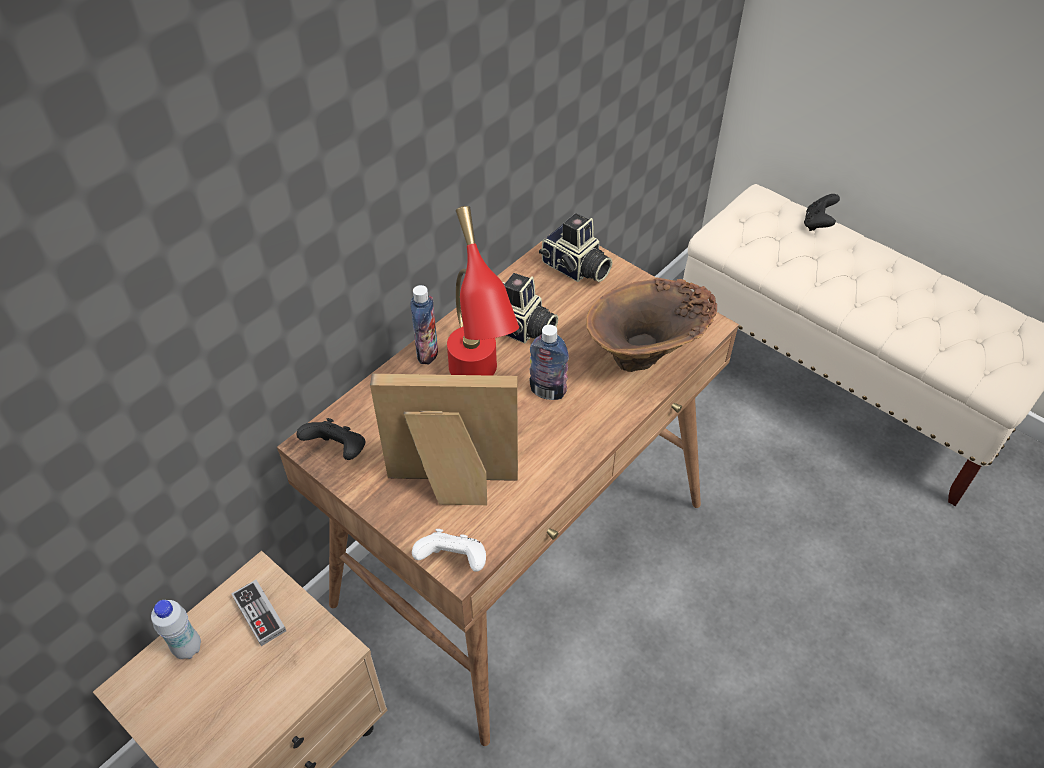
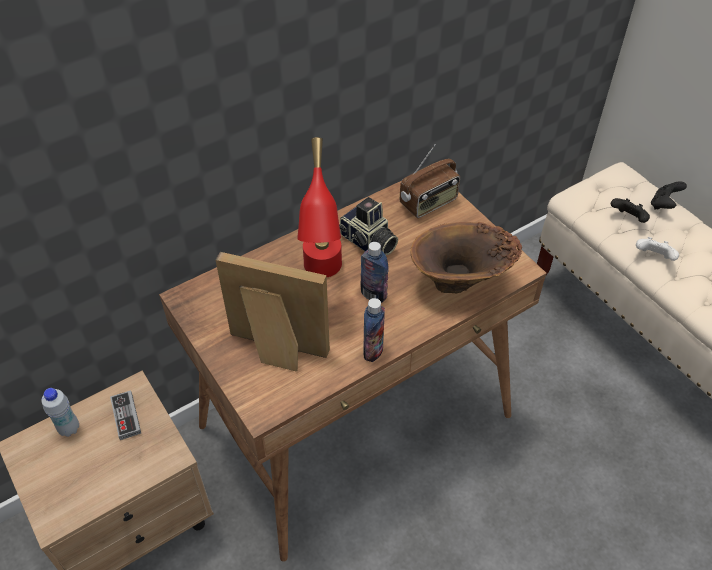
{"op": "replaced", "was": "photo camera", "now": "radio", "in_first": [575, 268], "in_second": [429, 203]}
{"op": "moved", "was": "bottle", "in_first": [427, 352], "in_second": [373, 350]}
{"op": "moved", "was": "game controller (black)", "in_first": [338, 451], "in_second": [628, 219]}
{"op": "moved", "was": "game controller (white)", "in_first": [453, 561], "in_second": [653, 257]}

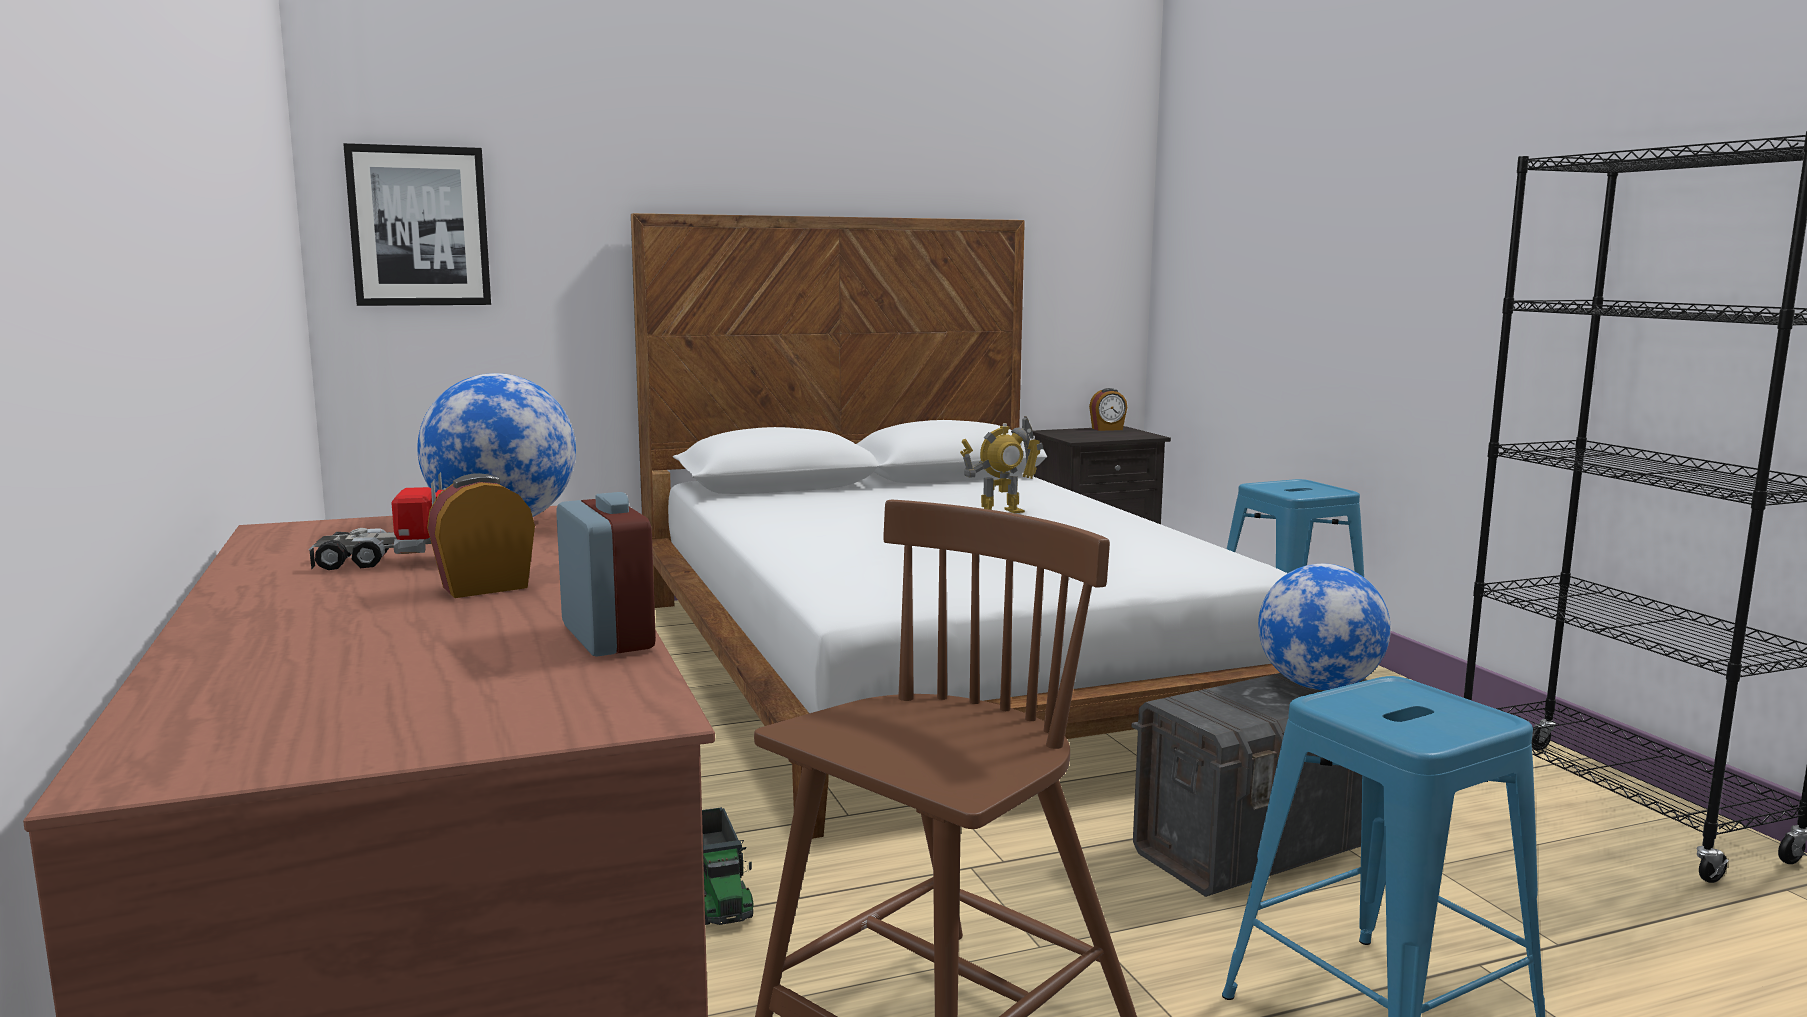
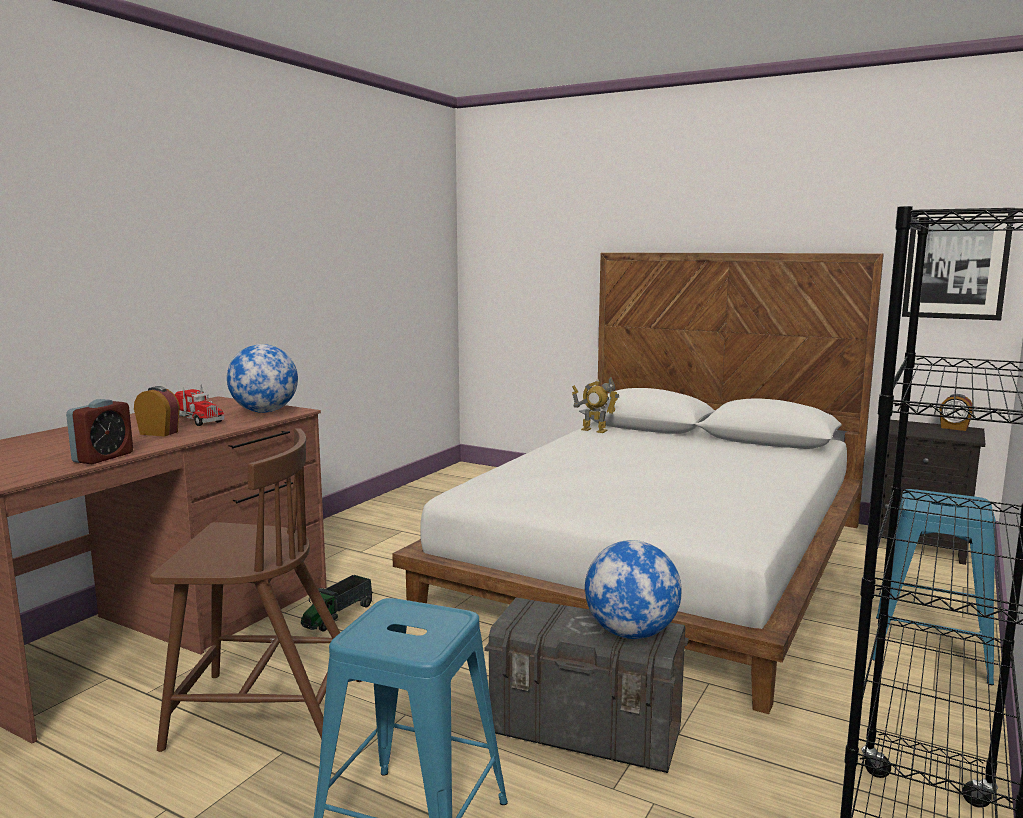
{"op": "moved", "was": "picture", "in_first": [419, 226], "in_second": [956, 264]}
{"op": "moved", "was": "toy robot", "in_first": [1001, 511], "in_second": [594, 430]}

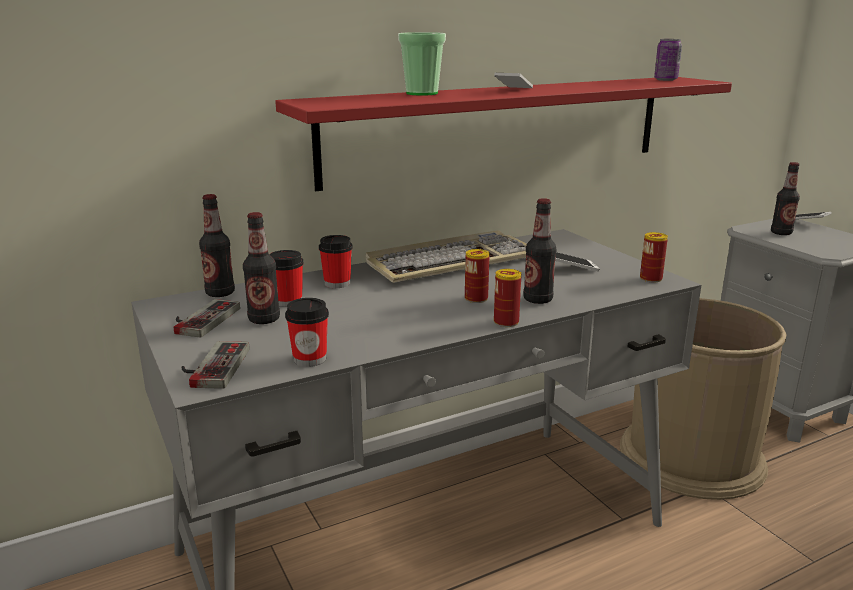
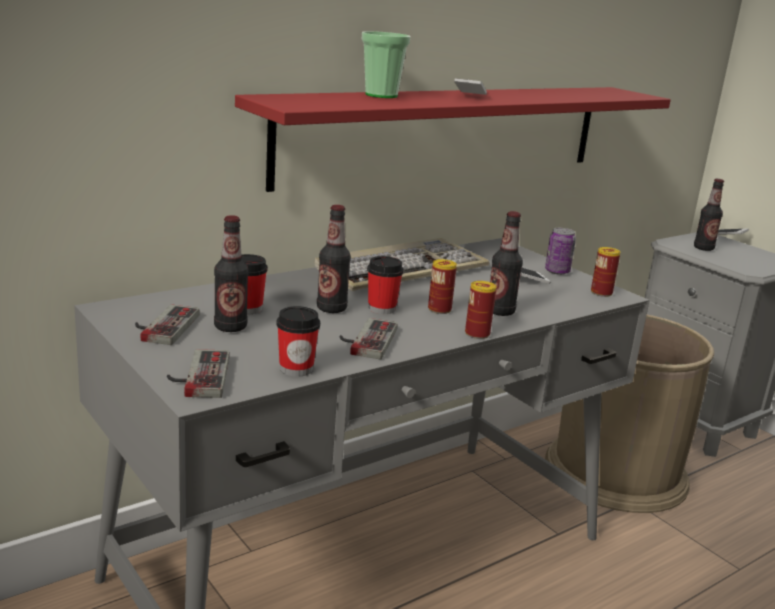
{"op": "moved", "was": "can", "in_first": [665, 80], "in_second": [557, 271]}
{"op": "moved", "was": "bottle", "in_first": [220, 293], "in_second": [331, 309]}
{"op": "moved", "was": "cup", "in_first": [337, 283], "in_second": [382, 308]}
{"op": "added", "now": "game controller", "in_second": [365, 339]}

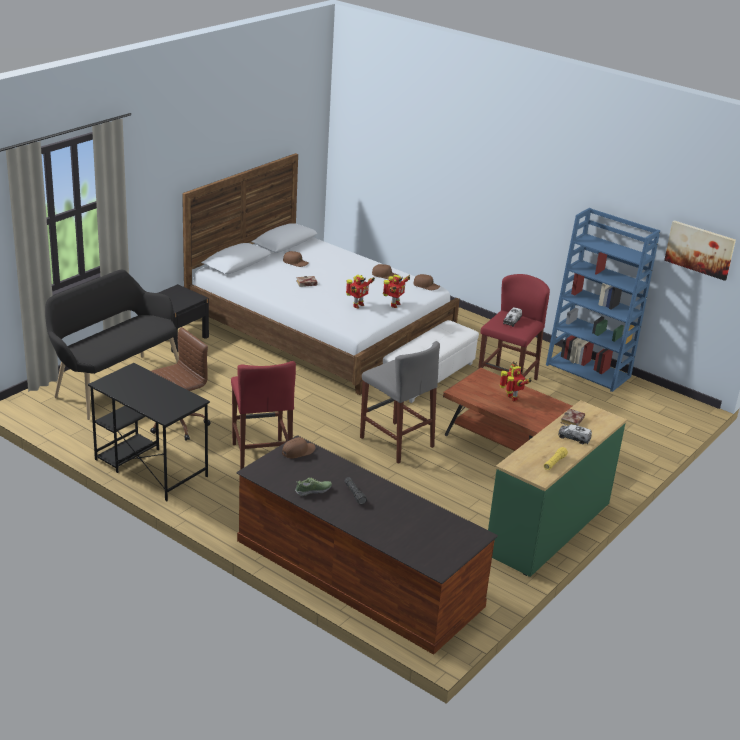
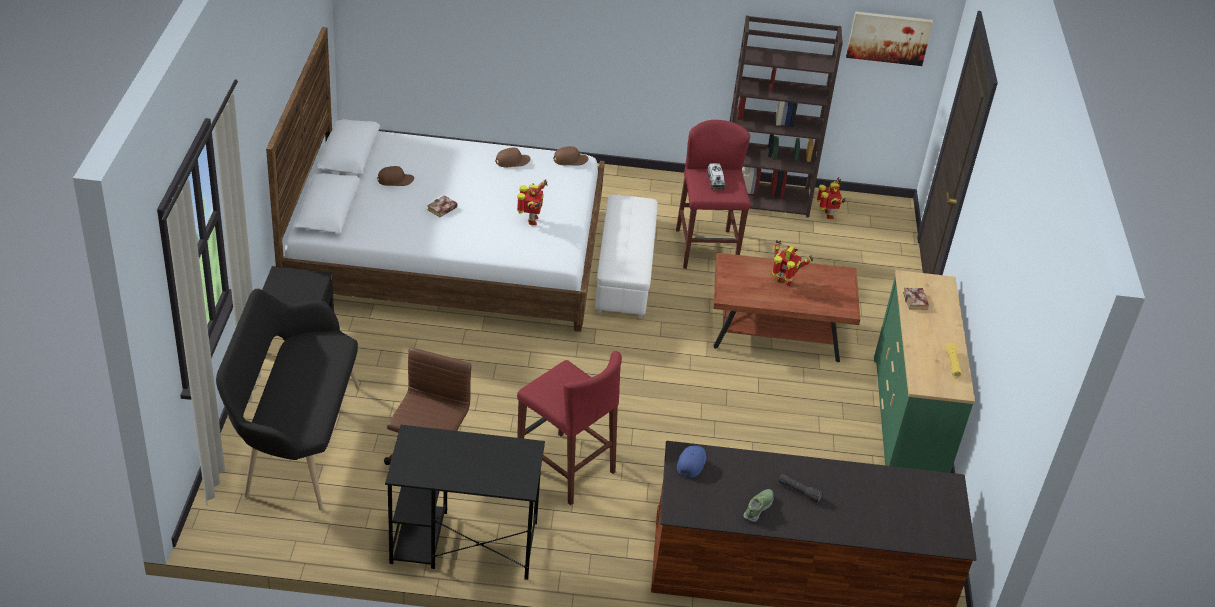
{"op": "recoloured", "was": "bookcase (blue)", "now": "bookcase (brown)", "in_first": [589, 371], "in_second": [765, 198]}
{"op": "moved", "was": "toy robot", "in_first": [394, 305], "in_second": [827, 215]}
{"op": "removed", "was": "stool (grey)", "in_first": [396, 442]}
{"op": "removed", "was": "toy truck", "in_first": [574, 438]}
{"op": "recoloured", "was": "cap (brown)", "now": "cap (blue)", "in_first": [298, 451], "in_second": [691, 463]}

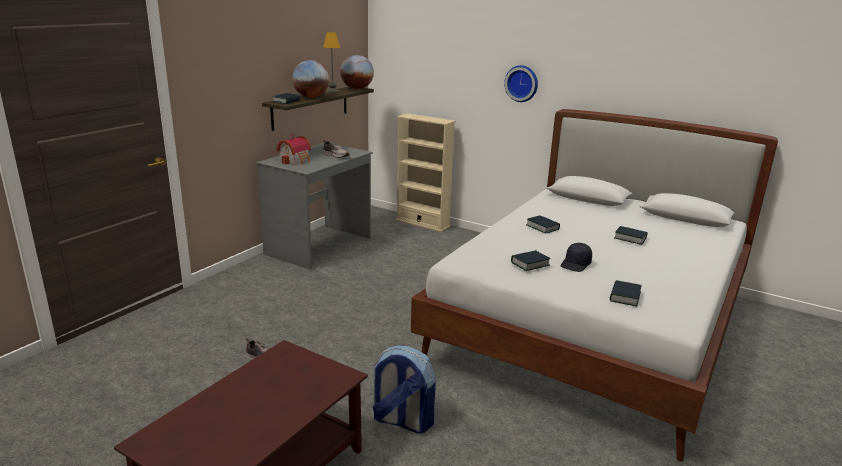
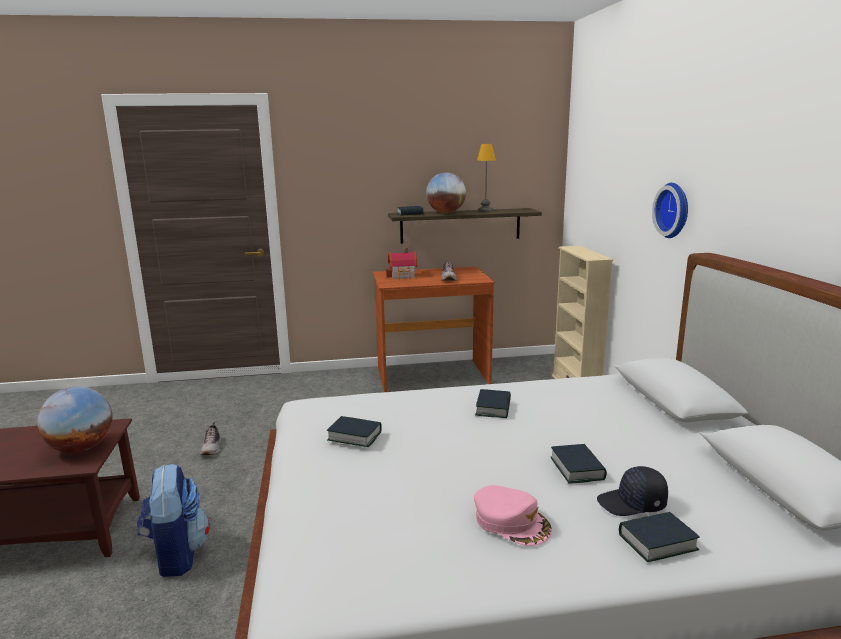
{"op": "moved", "was": "globe", "in_first": [357, 89], "in_second": [81, 448]}
{"op": "recoloured", "was": "desk (grey)", "now": "desk (brown)", "in_first": [319, 246], "in_second": [432, 376]}
{"op": "moved", "was": "cap (black)", "in_first": [576, 264], "in_second": [632, 504]}
{"op": "moved", "was": "book", "in_first": [624, 297], "in_second": [657, 542]}
{"op": "added", "now": "cap (pink)", "in_second": [511, 521]}

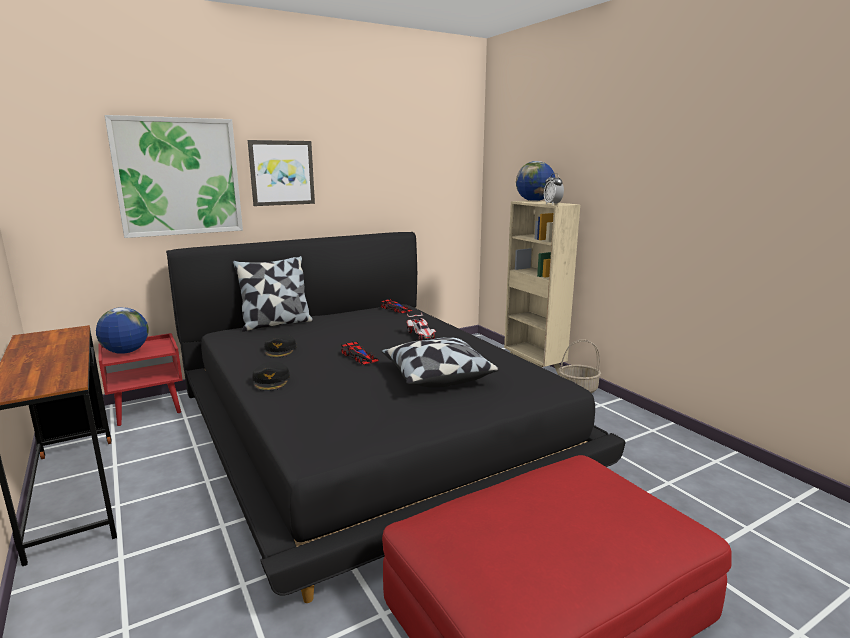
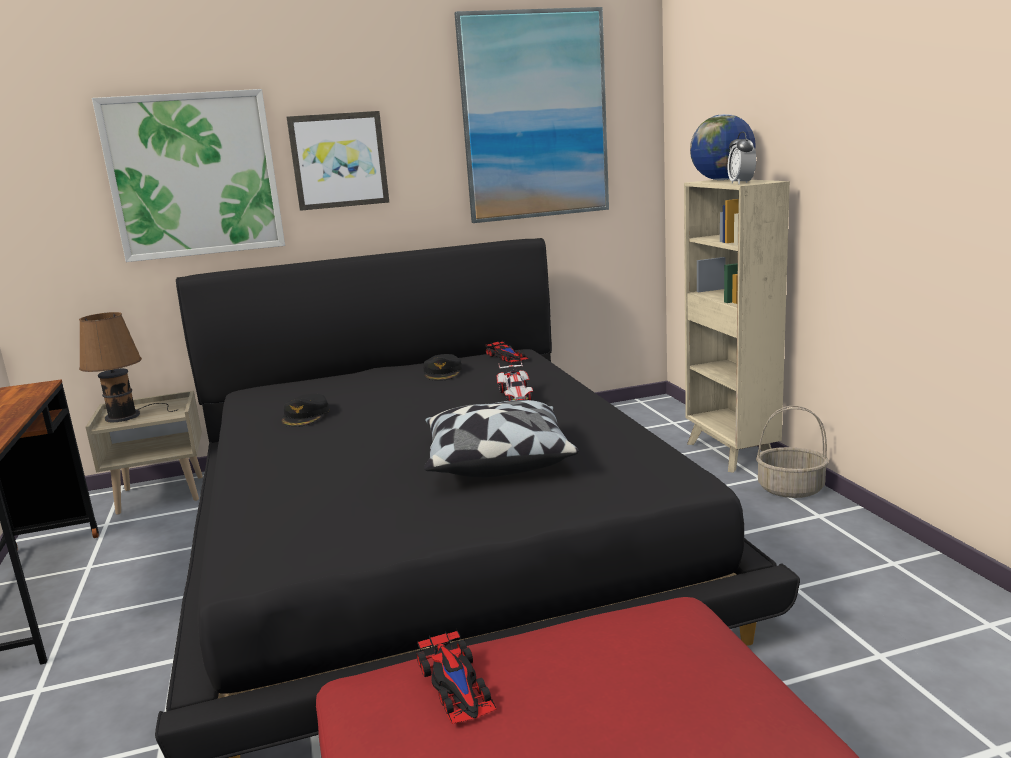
{"op": "removed", "was": "pillow", "in_first": [276, 324]}
{"op": "replaced", "was": "globe", "now": "table lamp (brown)", "in_first": [126, 352], "in_second": [127, 416]}
{"op": "recoloured", "was": "nightstand (red)", "now": "nightstand (beige)", "in_first": [148, 409], "in_second": [162, 494]}
{"op": "moved", "was": "toy car", "in_first": [359, 357], "in_second": [456, 684]}
{"op": "moved", "was": "cap (black)", "in_first": [271, 381], "in_second": [443, 373]}
{"op": "added", "now": "picture", "in_second": [534, 116]}

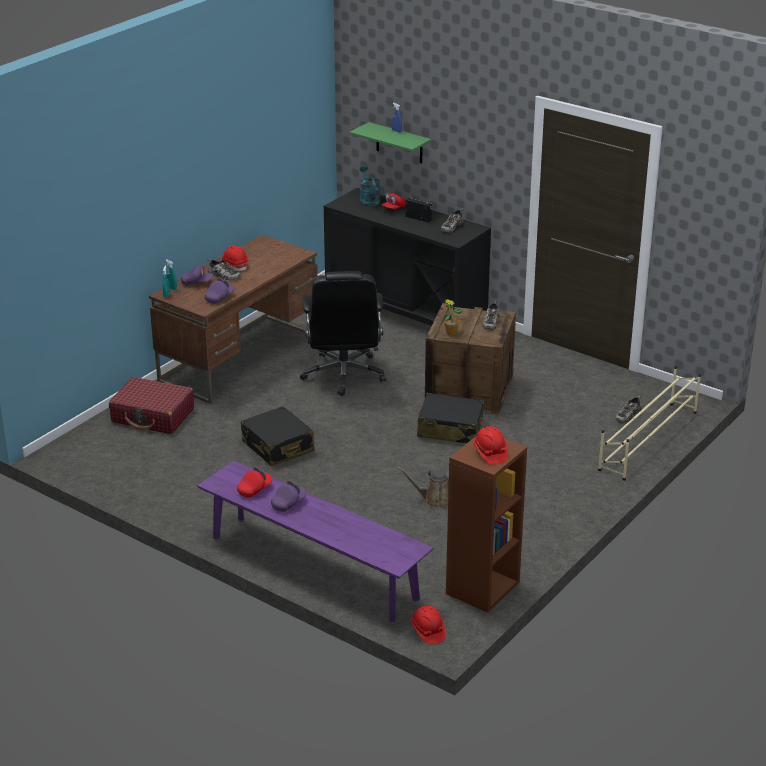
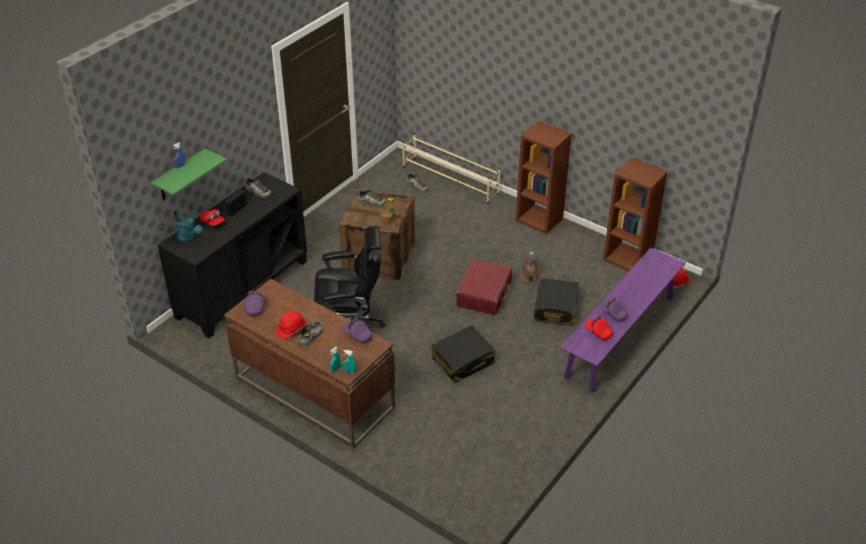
{"op": "turned", "was": "watering can (turquoise)", "in_first": [368, 200], "in_second": [189, 237], "clockwise": -120}
{"op": "moved", "was": "cap (purple)", "in_first": [197, 282], "in_second": [255, 307]}
{"op": "moved", "was": "suitcase (red)", "in_first": [153, 416], "in_second": [484, 294]}
{"op": "moved", "was": "suitcase (black)", "in_first": [450, 429], "in_second": [556, 309]}
{"op": "removed", "was": "hard hat (red)", "in_first": [490, 453]}
{"op": "added", "now": "bookcase (brown)", "in_second": [539, 219]}

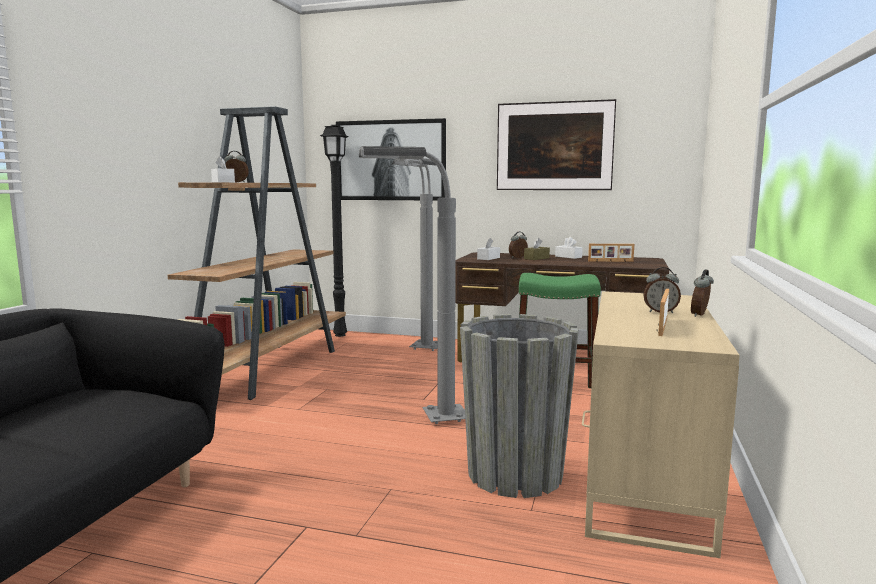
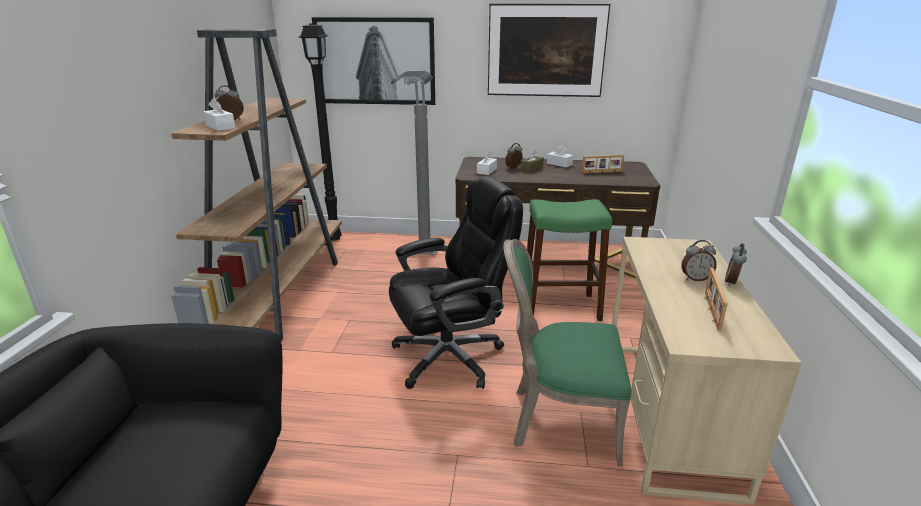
{"op": "replaced", "was": "floor lamp (grey)", "now": "office chair (black)", "in_first": [418, 420], "in_second": [450, 357]}
{"op": "replaced", "was": "planter (grey)", "now": "chair (green)", "in_first": [515, 474], "in_second": [559, 421]}

